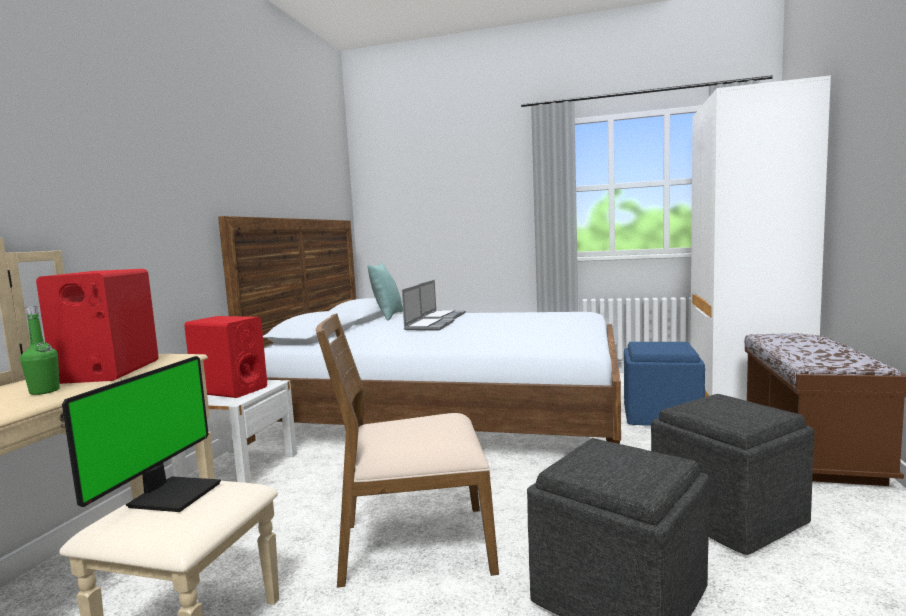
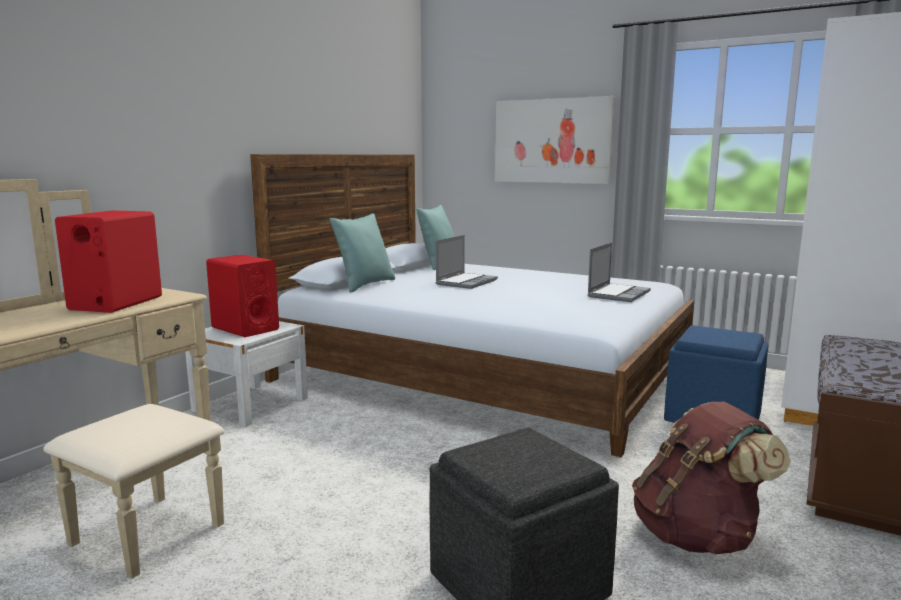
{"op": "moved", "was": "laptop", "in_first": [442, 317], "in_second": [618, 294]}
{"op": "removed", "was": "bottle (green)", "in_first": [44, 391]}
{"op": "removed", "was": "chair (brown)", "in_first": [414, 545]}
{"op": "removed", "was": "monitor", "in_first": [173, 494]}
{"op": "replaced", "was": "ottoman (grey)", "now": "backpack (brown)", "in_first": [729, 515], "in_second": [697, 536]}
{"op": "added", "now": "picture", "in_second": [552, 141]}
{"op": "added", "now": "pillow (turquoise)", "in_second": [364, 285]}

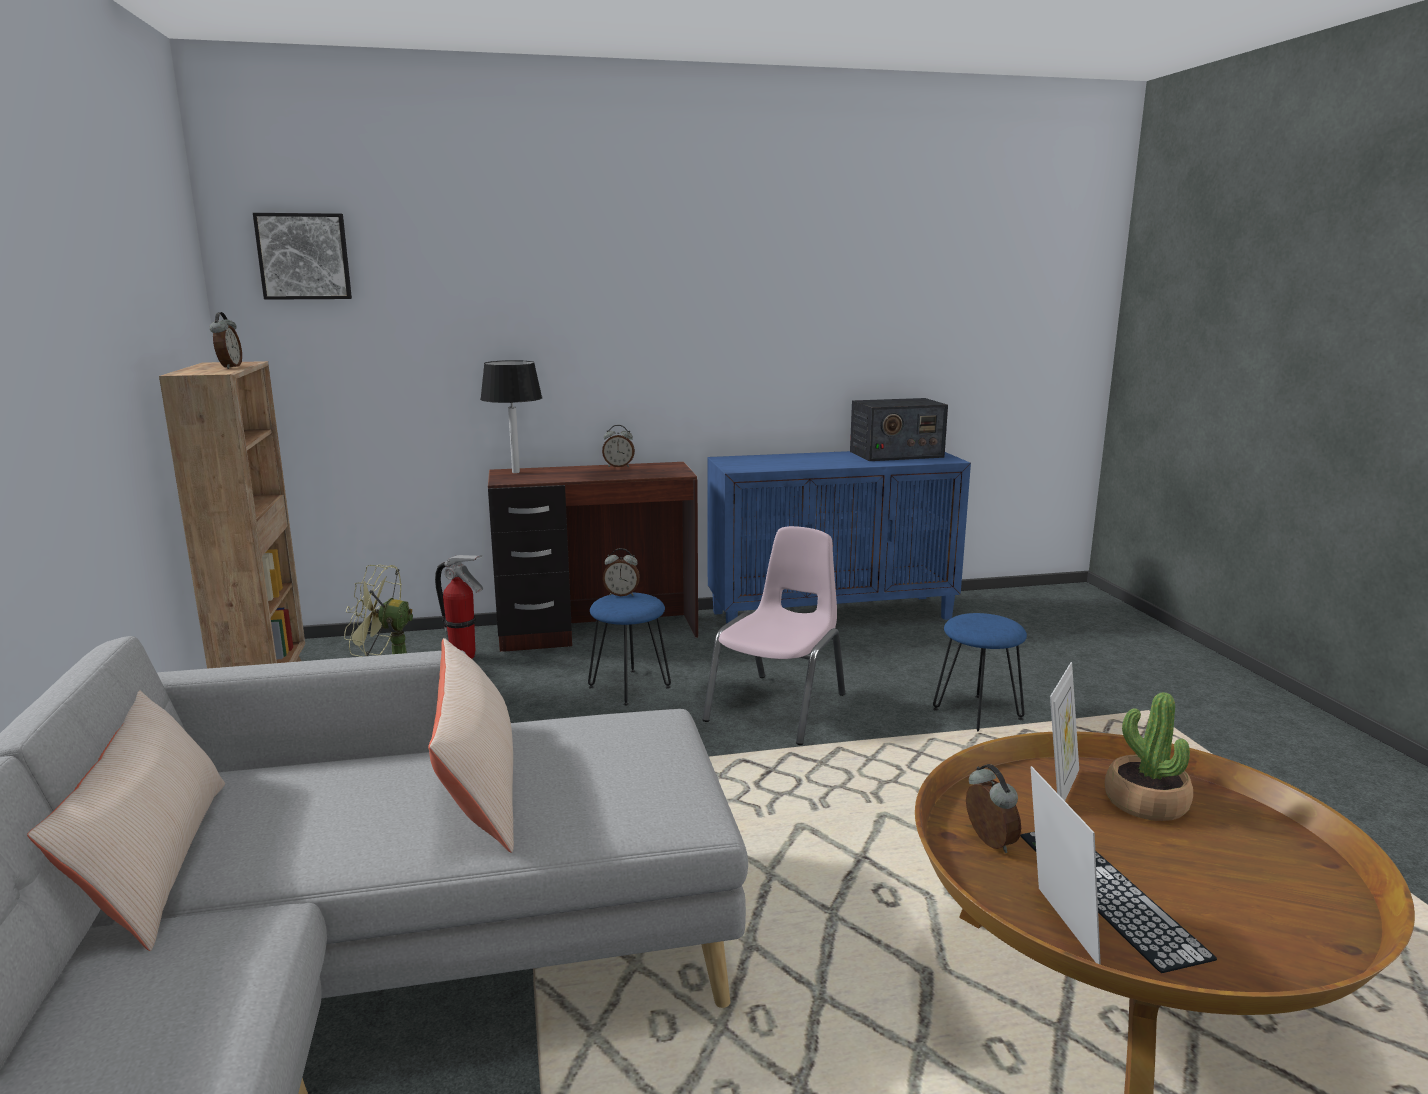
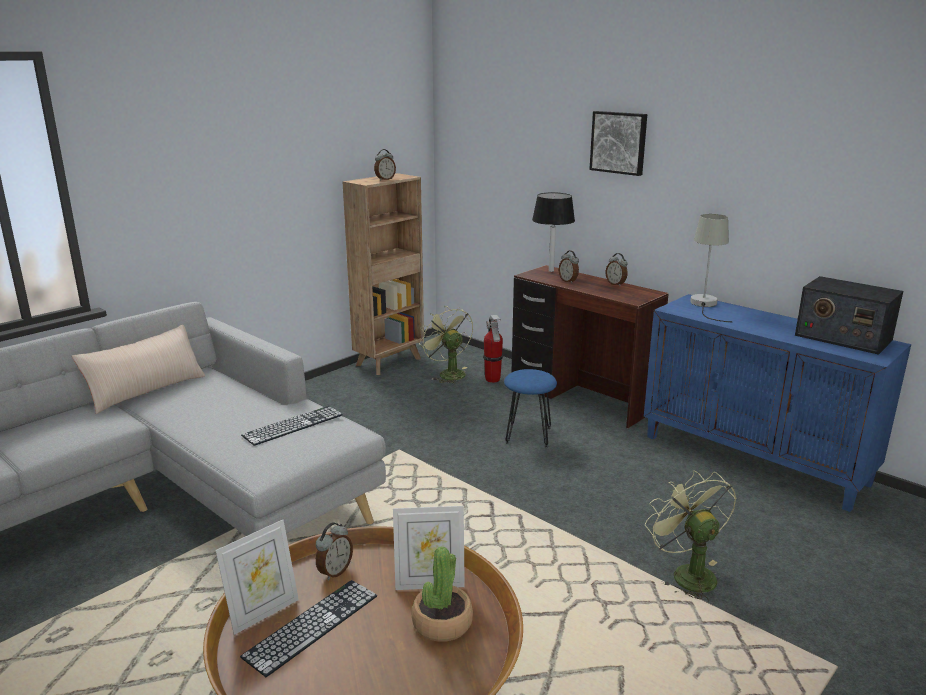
{"op": "moved", "was": "picture", "in_first": [304, 256], "in_second": [619, 142]}
{"op": "removed", "was": "chair (pink)", "in_first": [778, 708]}
{"op": "moved", "was": "alarm clock", "in_first": [622, 594], "in_second": [568, 281]}
{"op": "replaced", "was": "stool (blue)", "now": "fan (green)", "in_first": [978, 714], "in_second": [687, 573]}
{"op": "removed", "was": "pillow (beige)", "in_first": [478, 785]}
{"op": "added", "now": "table lamp (grey)", "in_second": [705, 305]}
{"op": "added", "now": "keyboard", "in_second": [293, 425]}

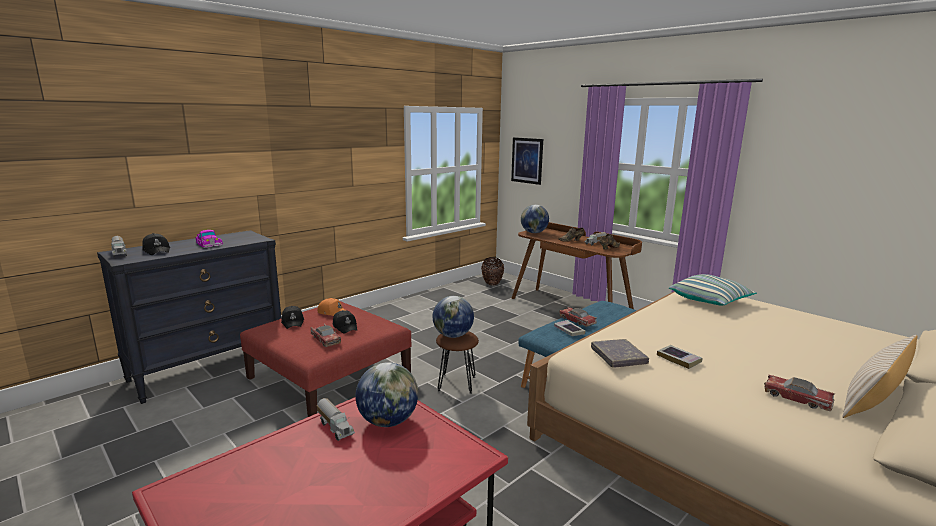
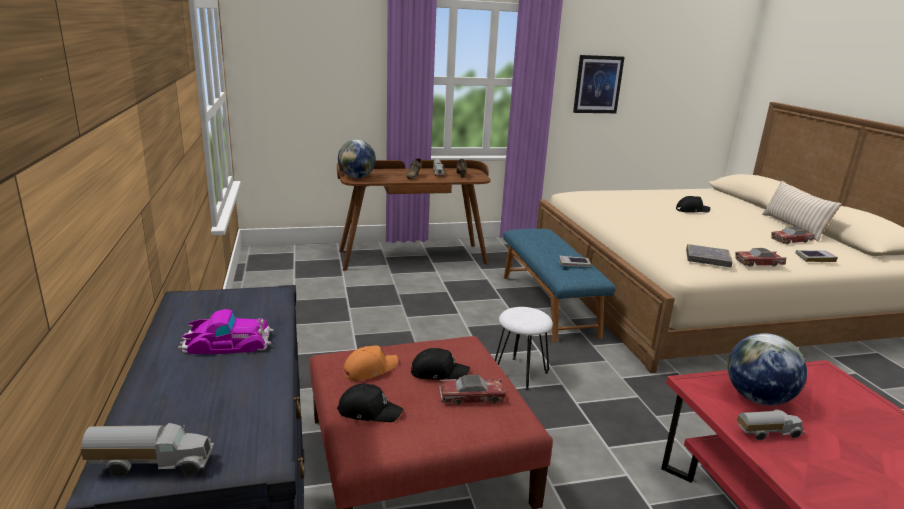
{"op": "moved", "was": "picture", "in_first": [527, 160], "in_second": [598, 84]}
{"op": "moved", "was": "cap (black)", "in_first": [157, 250], "in_second": [691, 210]}
{"op": "removed", "was": "basket", "in_first": [492, 283]}
{"op": "removed", "was": "pillow", "in_first": [710, 301]}
{"op": "removed", "was": "globe", "in_first": [452, 335]}
{"op": "moved", "was": "toy car", "in_first": [577, 320], "in_second": [759, 263]}
{"op": "recoloured", "was": "stool (brown)", "now": "stool (white)", "in_first": [456, 384], "in_second": [520, 373]}
{"op": "moved", "was": "book", "in_first": [678, 359], "in_second": [815, 258]}

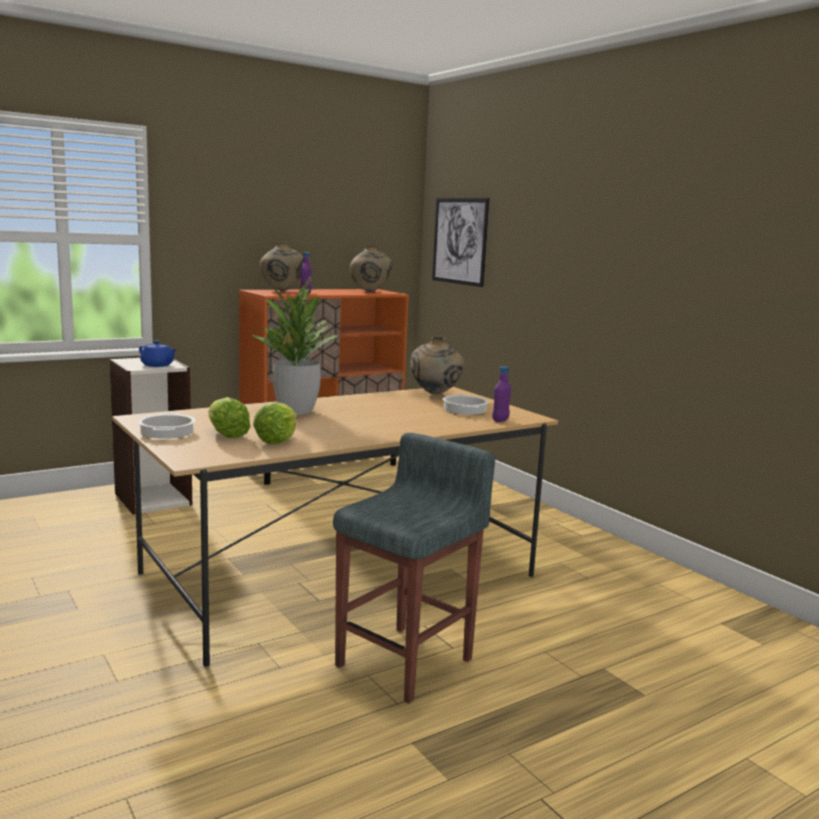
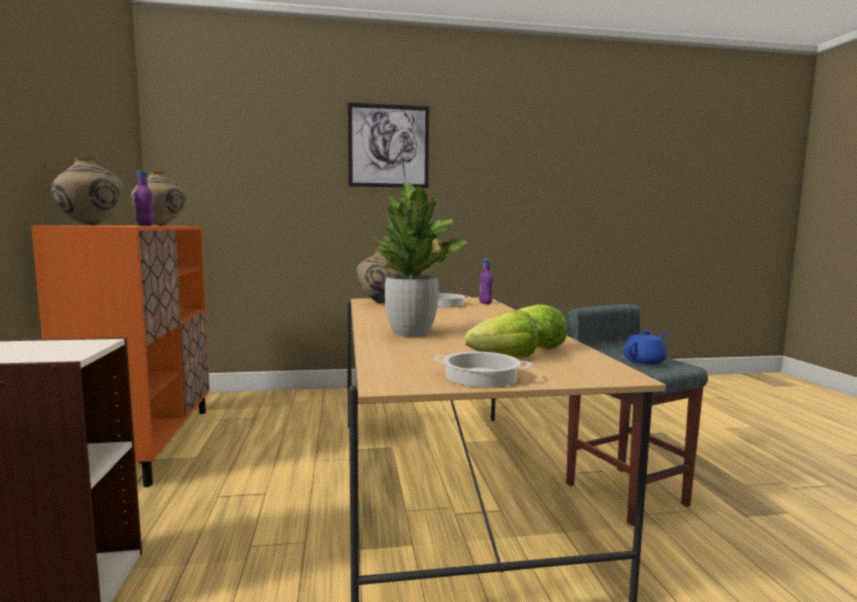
{"op": "moved", "was": "picture", "in_first": [459, 241], "in_second": [388, 146]}
{"op": "moved", "was": "teapot (blue)", "in_first": [157, 365], "in_second": [645, 361]}

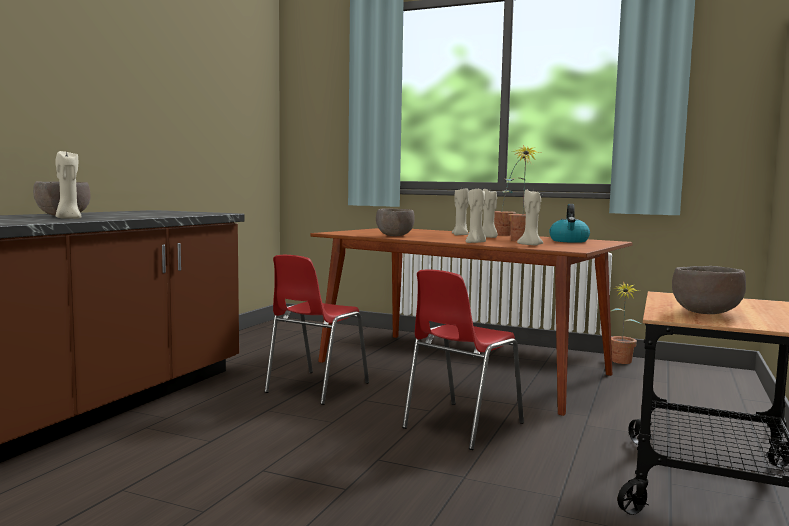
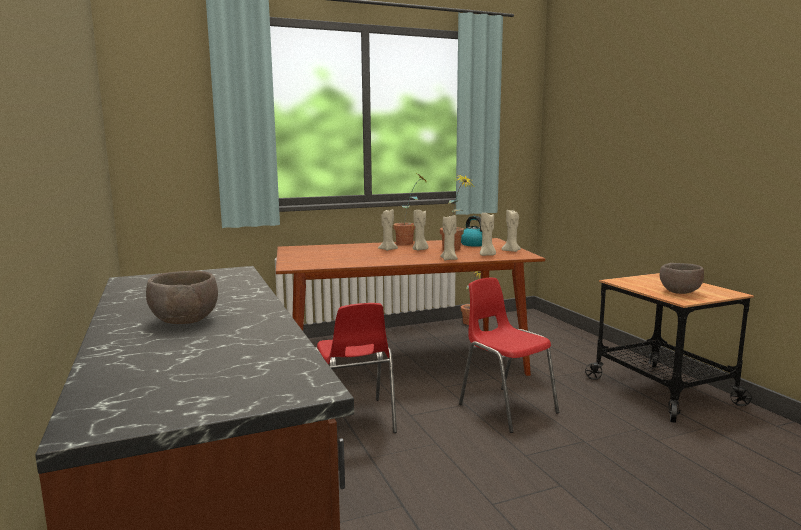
{"op": "moved", "was": "candle (beige)", "in_first": [68, 218], "in_second": [511, 251]}
{"op": "removed", "was": "bowl (brown)", "in_first": [394, 236]}
{"op": "turned", "was": "chair (red)", "in_first": [460, 426], "in_second": [505, 408], "clockwise": 150}

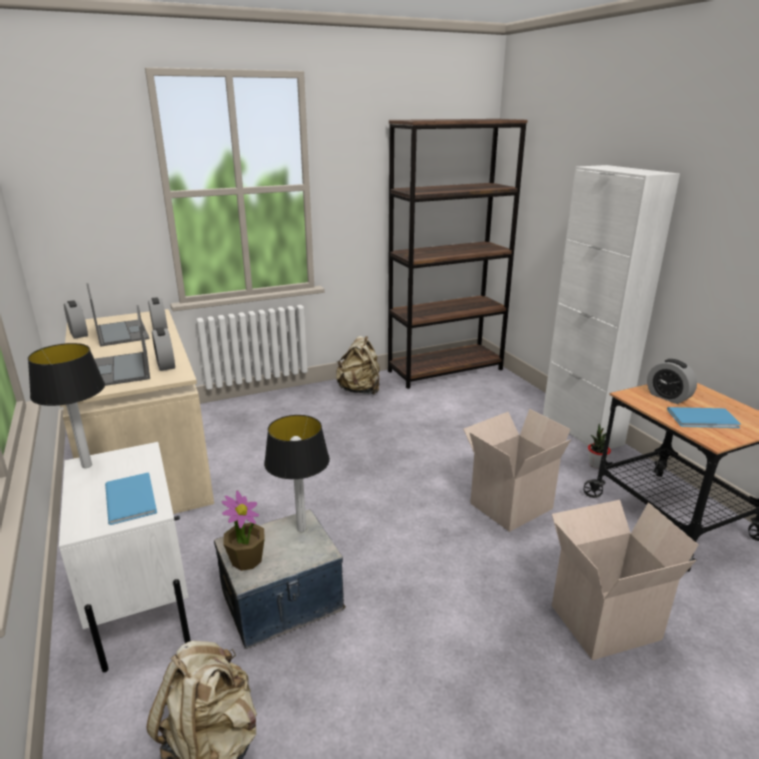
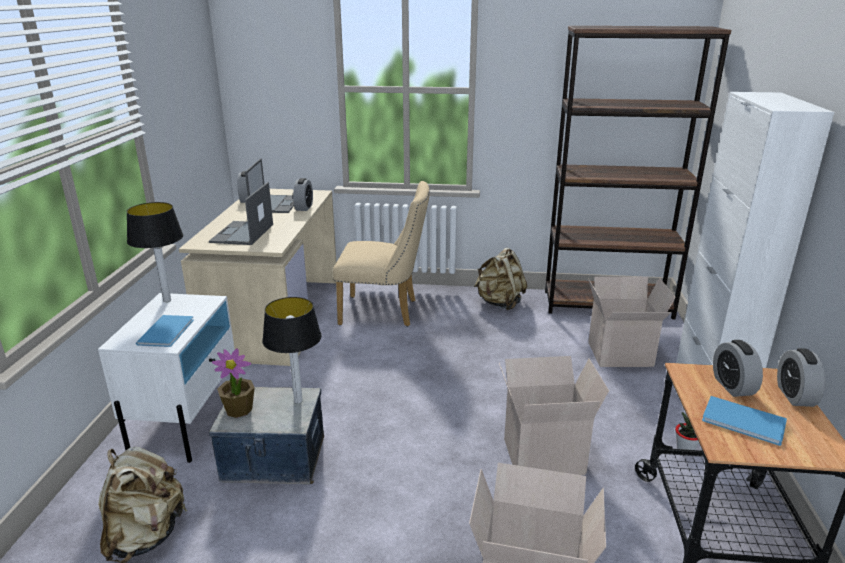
{"op": "moved", "was": "alarm clock", "in_first": [165, 365], "in_second": [794, 396]}
{"op": "added", "now": "chair (beige)", "in_second": [385, 312]}
{"op": "added", "now": "cardboard box", "in_second": [619, 355]}

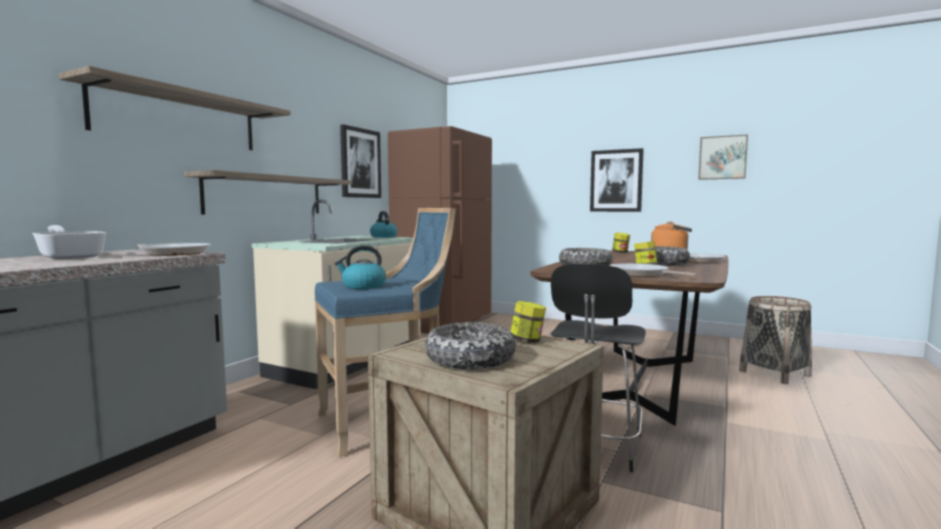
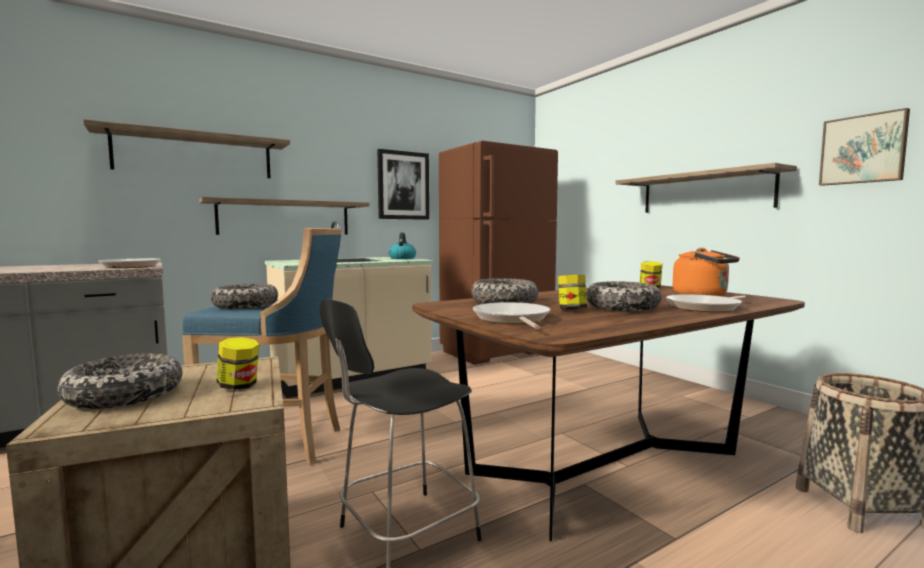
{"op": "replaced", "was": "picture", "now": "shelf", "in_first": [616, 181], "in_second": [705, 192]}
{"op": "removed", "was": "frying pan", "in_first": [71, 257]}
{"op": "replaced", "was": "kettle", "now": "bowl", "in_first": [363, 286], "in_second": [245, 306]}

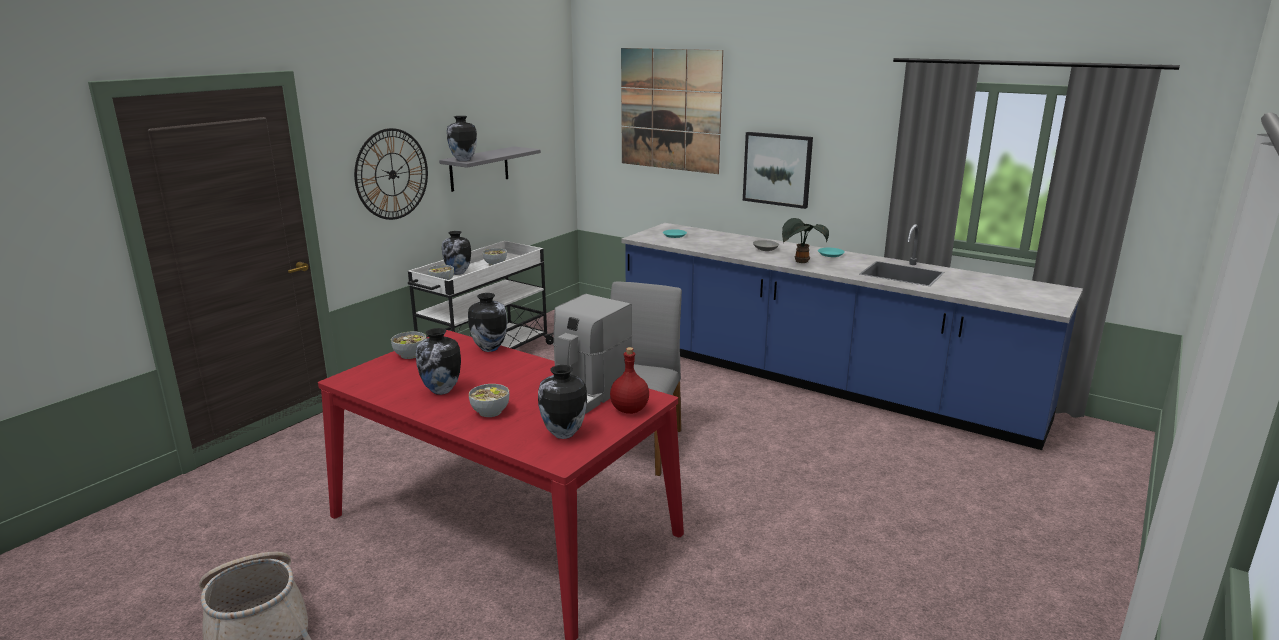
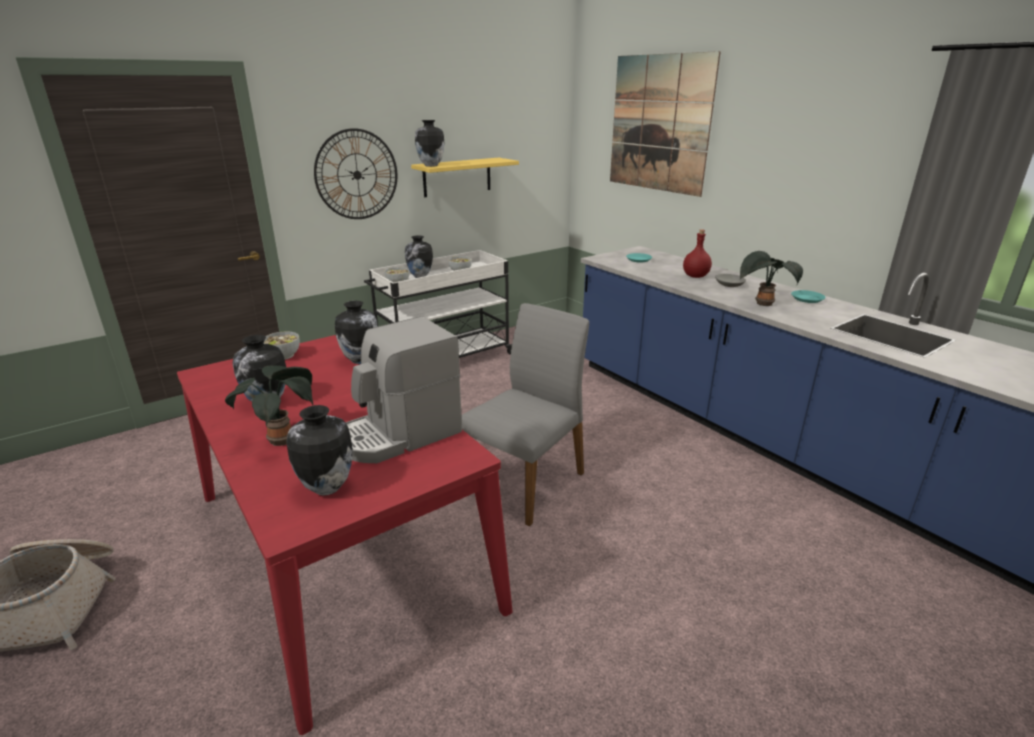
{"op": "removed", "was": "picture", "in_first": [777, 169]}
{"op": "recoloured", "was": "shelf (grey)", "now": "shelf (yellow)", "in_first": [479, 168], "in_second": [457, 177]}
{"op": "moved", "was": "bottle (red)", "in_first": [630, 410], "in_second": [695, 276]}
{"op": "replaced", "was": "bowl", "now": "potted plant", "in_first": [490, 412], "in_second": [284, 439]}

